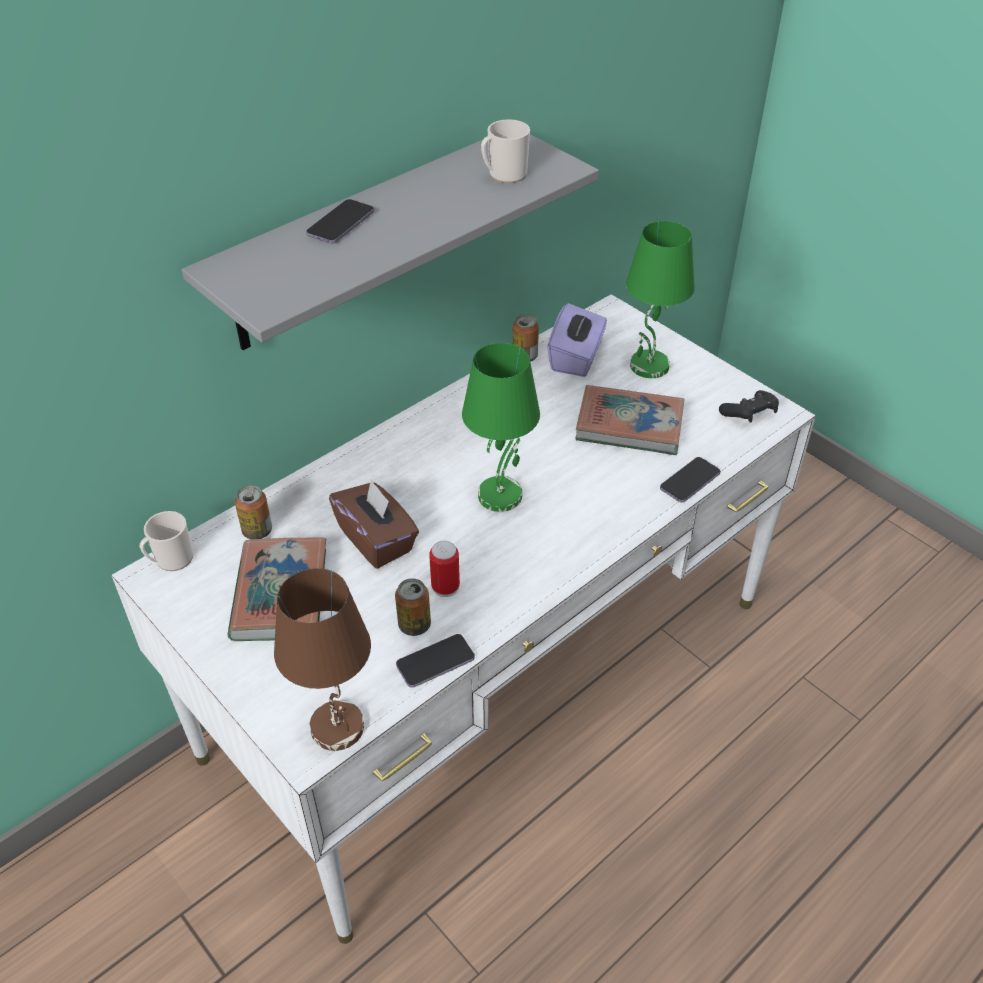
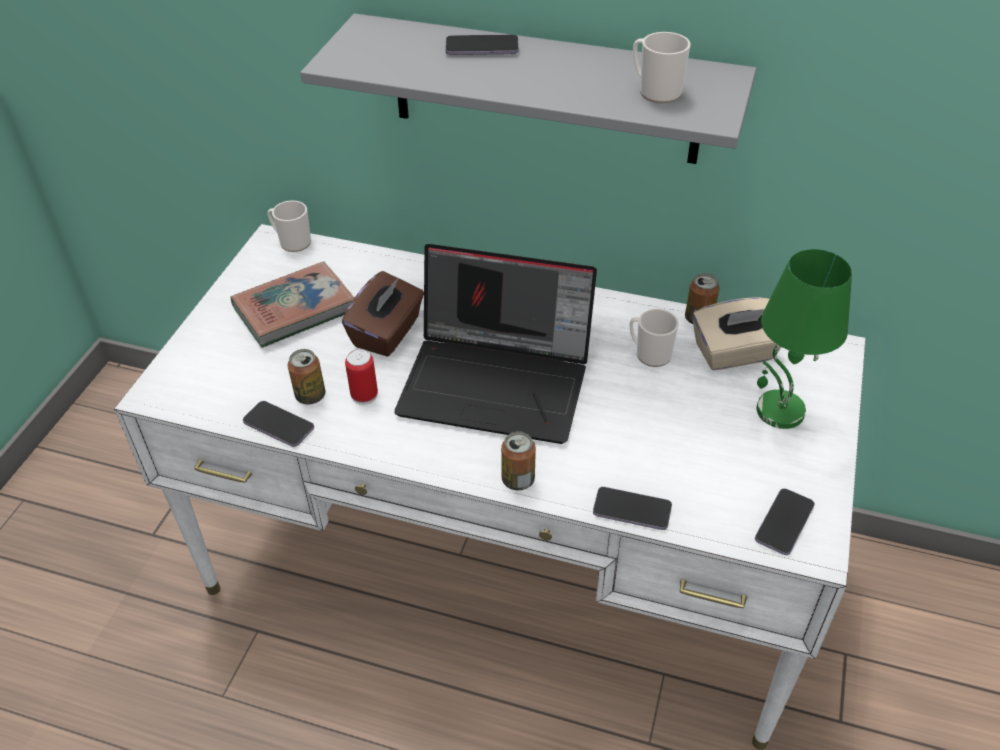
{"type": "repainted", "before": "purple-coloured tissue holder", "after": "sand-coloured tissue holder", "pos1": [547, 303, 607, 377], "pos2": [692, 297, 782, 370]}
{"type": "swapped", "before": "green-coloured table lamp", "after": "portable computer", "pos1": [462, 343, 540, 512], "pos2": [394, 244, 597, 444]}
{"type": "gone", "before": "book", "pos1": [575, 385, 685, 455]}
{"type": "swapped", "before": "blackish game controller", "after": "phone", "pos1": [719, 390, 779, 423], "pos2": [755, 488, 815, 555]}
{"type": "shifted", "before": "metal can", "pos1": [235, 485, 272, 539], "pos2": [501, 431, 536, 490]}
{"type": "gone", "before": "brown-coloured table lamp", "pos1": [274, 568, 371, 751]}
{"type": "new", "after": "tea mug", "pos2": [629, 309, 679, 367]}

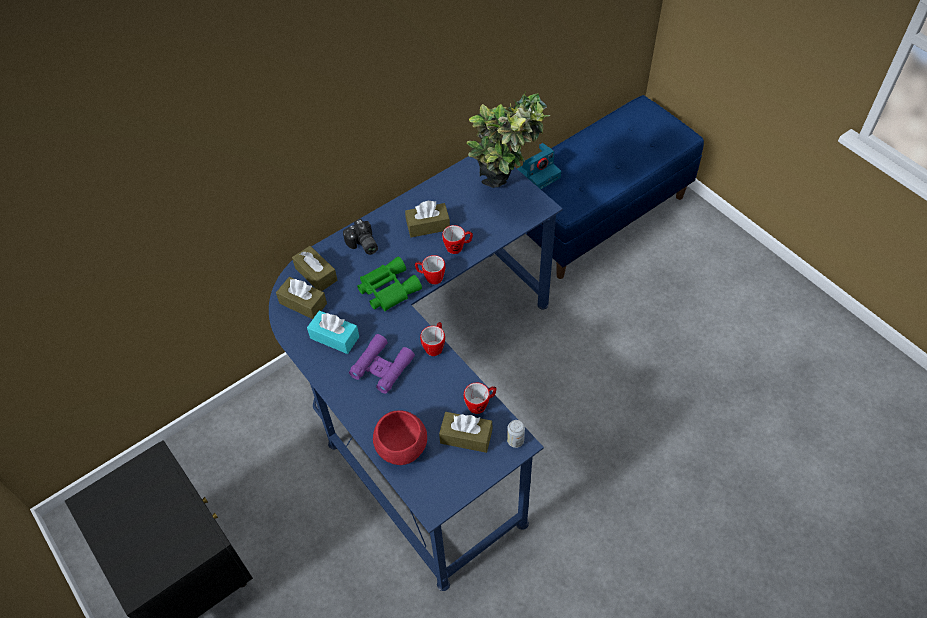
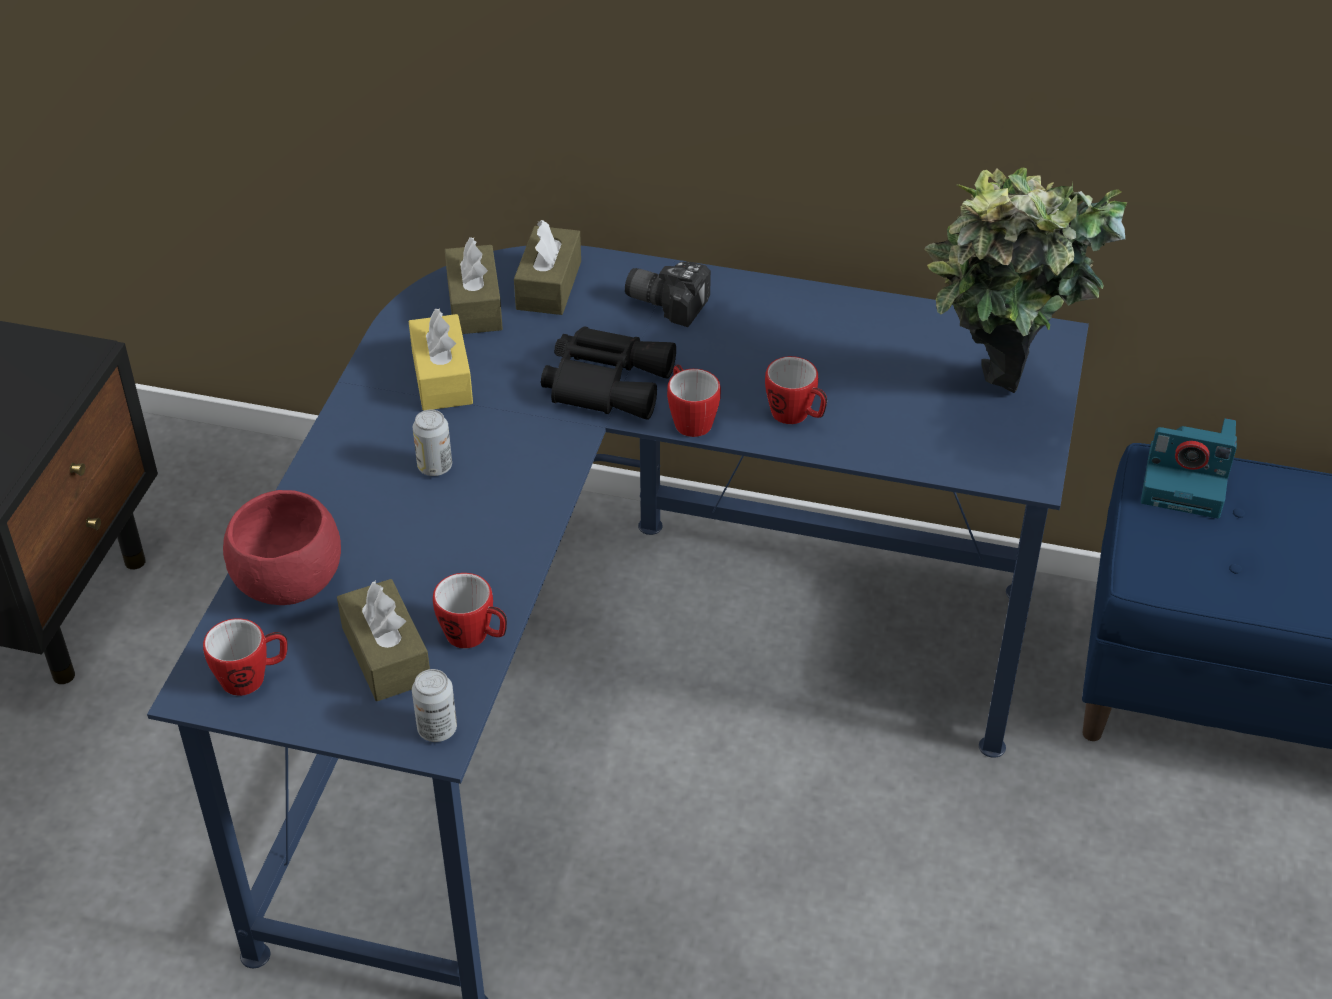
{"type": "gone", "before": "brown-coloured tissue holder", "pos1": [405, 201, 450, 237]}
{"type": "rotated", "before": "still camera", "pos1": [343, 219, 378, 255], "pos2": [625, 262, 711, 327], "turn": 90}
{"type": "repainted", "before": "green-coloured pair of binoculars", "after": "blackish pair of binoculars", "pos1": [357, 256, 422, 311], "pos2": [541, 326, 676, 420]}
{"type": "repainted", "before": "turquoise tissue holder", "after": "yellowish tissue holder", "pos1": [307, 311, 359, 354], "pos2": [408, 308, 473, 411]}
{"type": "shifted", "before": "tea mug", "pos1": [420, 322, 445, 356], "pos2": [203, 618, 288, 696]}
{"type": "swapped", "before": "purple-coloured pair of binoculars", "after": "metal can", "pos1": [349, 334, 415, 394], "pos2": [413, 409, 452, 476]}

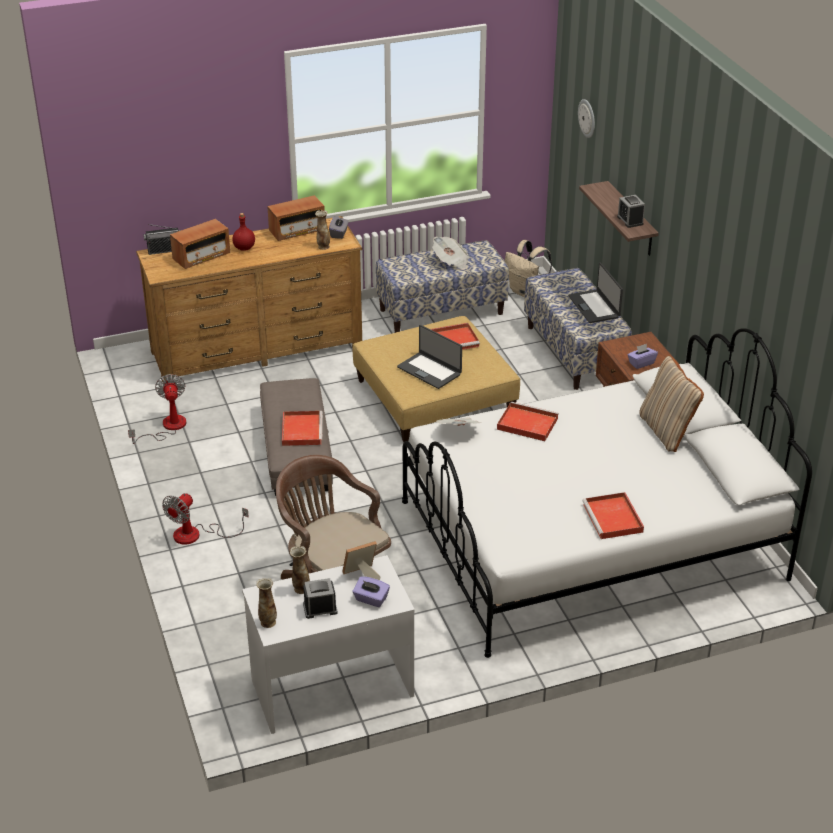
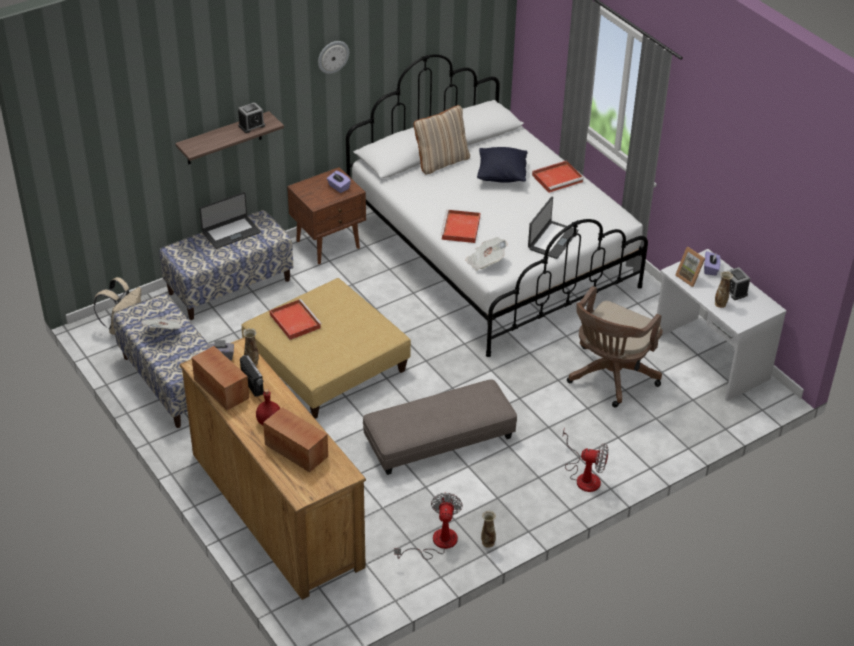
{"type": "shifted", "before": "clock on the wall", "pos1": [578, 99, 595, 138], "pos2": [318, 41, 349, 74]}
{"type": "shifted", "before": "radio set", "pos1": [143, 224, 181, 255], "pos2": [240, 355, 264, 397]}
{"type": "shifted", "before": "portable computer", "pos1": [397, 325, 462, 389], "pos2": [528, 196, 578, 259]}
{"type": "rotated", "before": "cooling fan", "pos1": [128, 374, 186, 444], "pos2": [394, 493, 463, 560], "turn": 120}
{"type": "gone", "before": "red tray", "pos1": [282, 411, 323, 446]}
{"type": "shifted", "before": "vase", "pos1": [256, 578, 277, 628], "pos2": [481, 510, 496, 548]}
{"type": "new", "after": "blackish pillow", "pos2": [477, 147, 527, 183]}

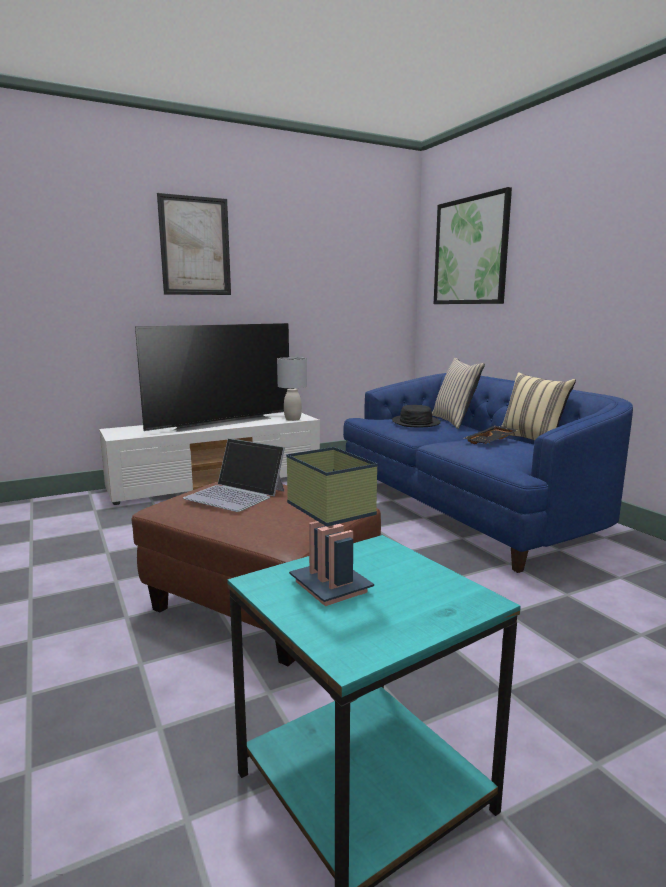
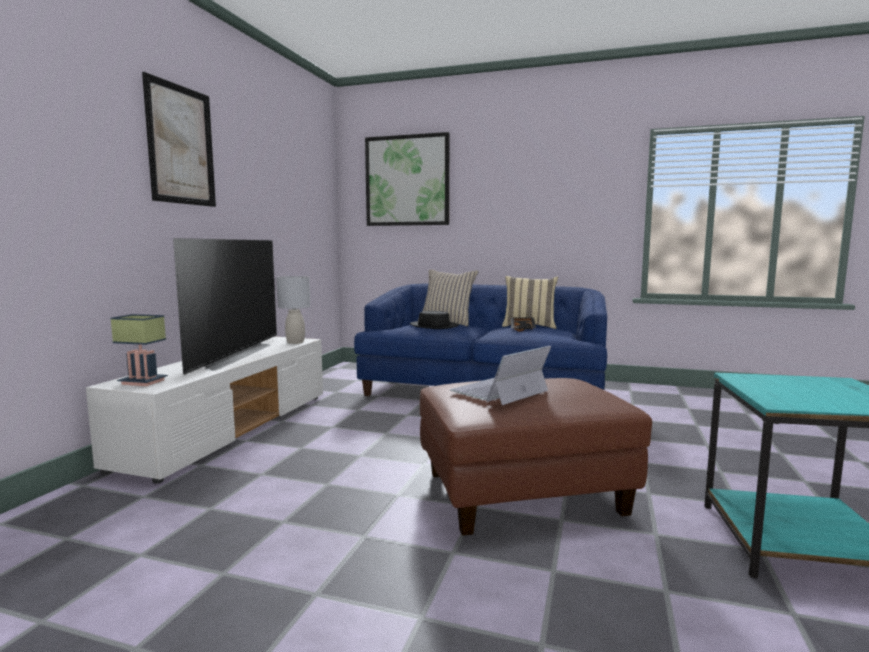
{"type": "rotated", "before": "portable computer", "pos1": [183, 438, 285, 512], "pos2": [450, 346, 551, 405], "turn": 150}
{"type": "shifted", "before": "table lamp", "pos1": [286, 447, 378, 606], "pos2": [110, 314, 168, 386]}

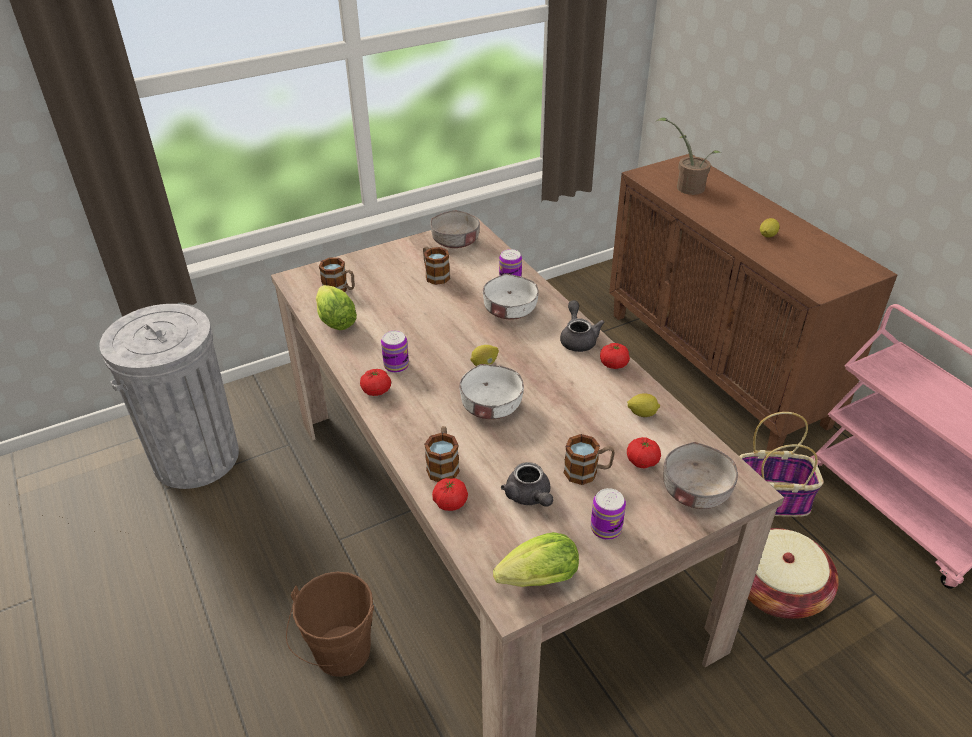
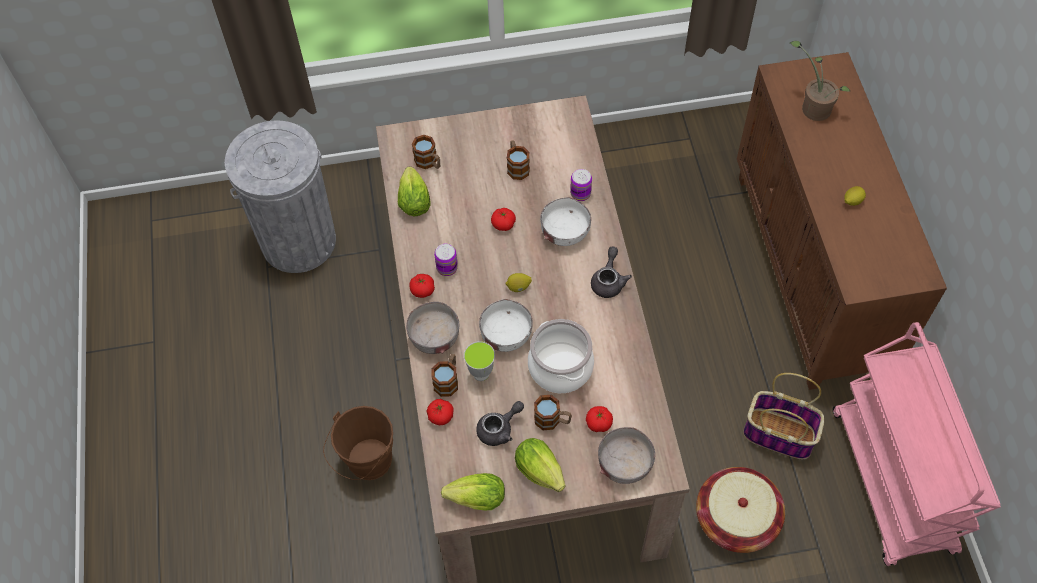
{"type": "shifted", "before": "grey bowl", "pos1": [430, 210, 480, 248], "pos2": [406, 302, 459, 354]}
{"type": "shifted", "before": "fresh tomato", "pos1": [600, 343, 630, 369], "pos2": [491, 208, 516, 231]}
{"type": "gone", "before": "lemon", "pos1": [627, 393, 660, 417]}
{"type": "rotated", "before": "grey pot for tea", "pos1": [501, 462, 553, 507], "pos2": [476, 401, 524, 446], "turn": -120}
{"type": "swapped", "before": "metal can", "after": "lettuce", "pos1": [591, 488, 626, 540], "pos2": [515, 438, 565, 492]}
{"type": "new", "after": "cooking pot", "pos2": [528, 319, 594, 393]}
{"type": "new", "after": "small cup", "pos2": [464, 341, 495, 381]}

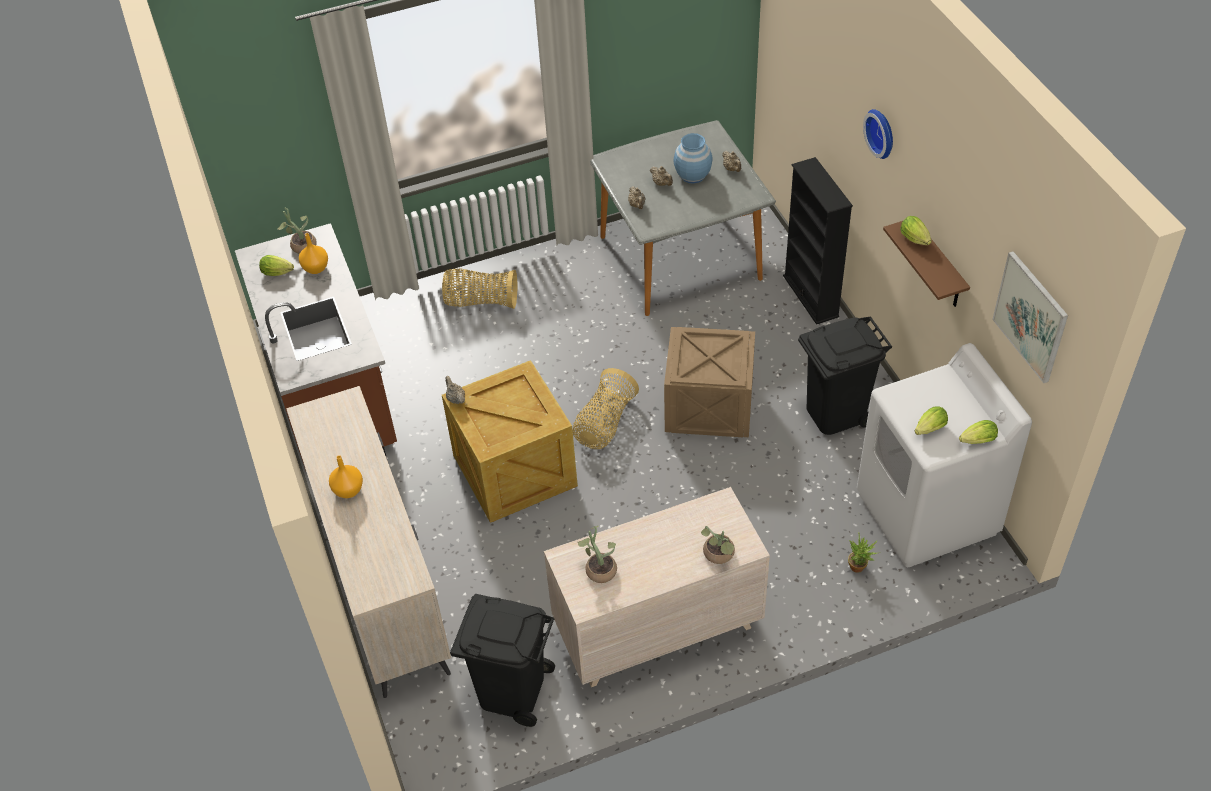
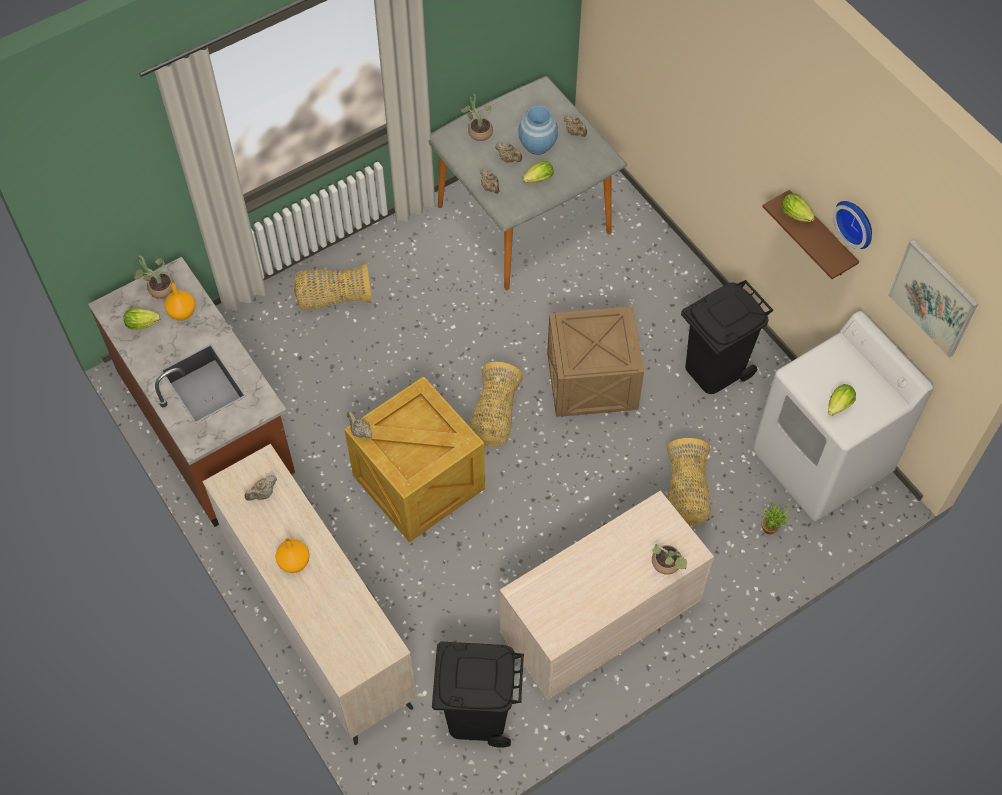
{"type": "shifted", "before": "clock on the wall", "pos1": [863, 109, 893, 159], "pos2": [833, 201, 872, 249]}
{"type": "gone", "before": "blackish bookshelf", "pos1": [783, 157, 853, 325]}
{"type": "shifted", "before": "lettuce", "pos1": [959, 420, 998, 444], "pos2": [522, 161, 554, 183]}
{"type": "shifted", "before": "plant in a pot", "pos1": [578, 526, 617, 583], "pos2": [461, 94, 493, 141]}
{"type": "new", "after": "basket", "pos2": [667, 438, 711, 526]}
{"type": "new", "after": "sand-coloured pot for tea", "pos2": [245, 475, 277, 501]}

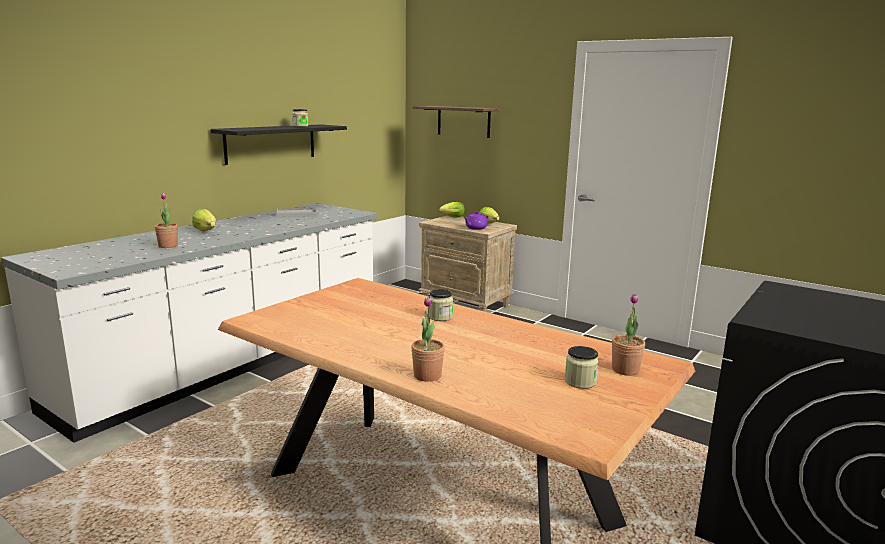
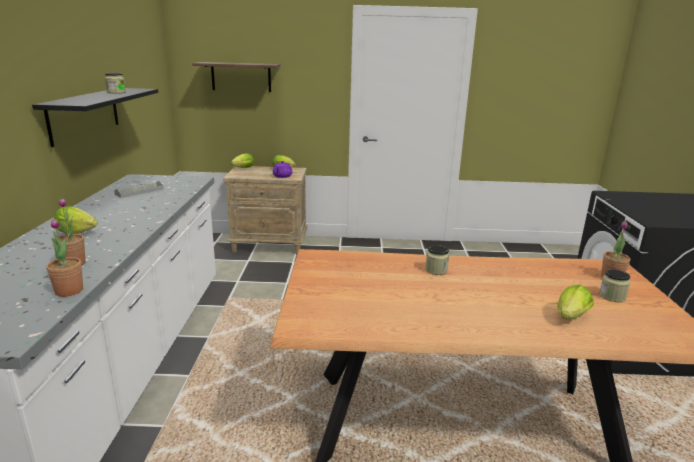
{"type": "shifted", "before": "plant in a pot", "pos1": [411, 296, 445, 382], "pos2": [46, 219, 83, 297]}
{"type": "new", "after": "lettuce", "pos2": [557, 285, 594, 320]}

